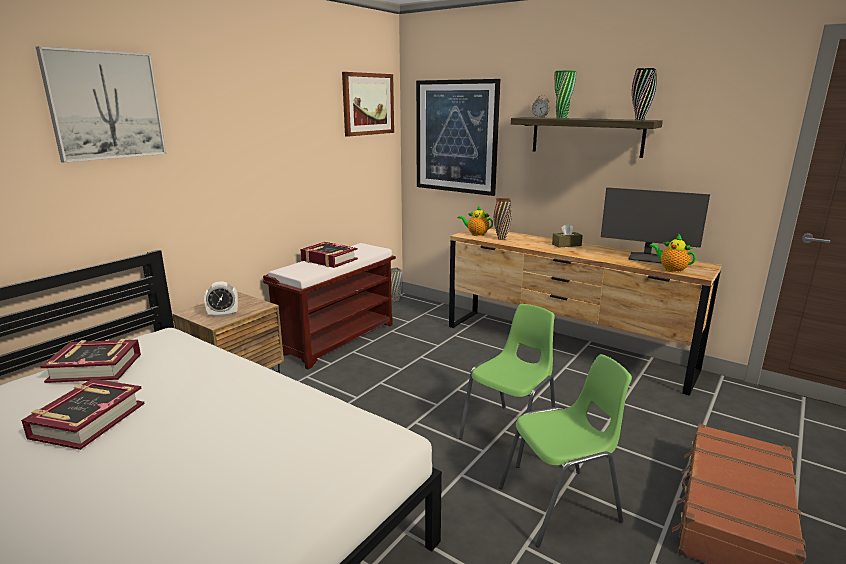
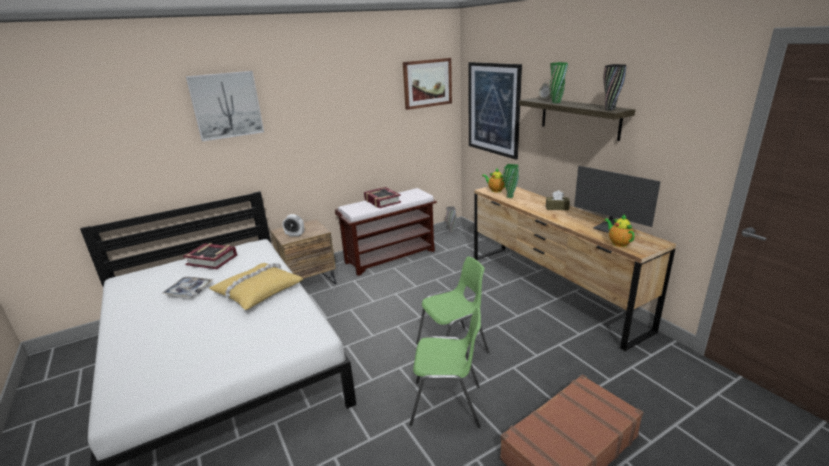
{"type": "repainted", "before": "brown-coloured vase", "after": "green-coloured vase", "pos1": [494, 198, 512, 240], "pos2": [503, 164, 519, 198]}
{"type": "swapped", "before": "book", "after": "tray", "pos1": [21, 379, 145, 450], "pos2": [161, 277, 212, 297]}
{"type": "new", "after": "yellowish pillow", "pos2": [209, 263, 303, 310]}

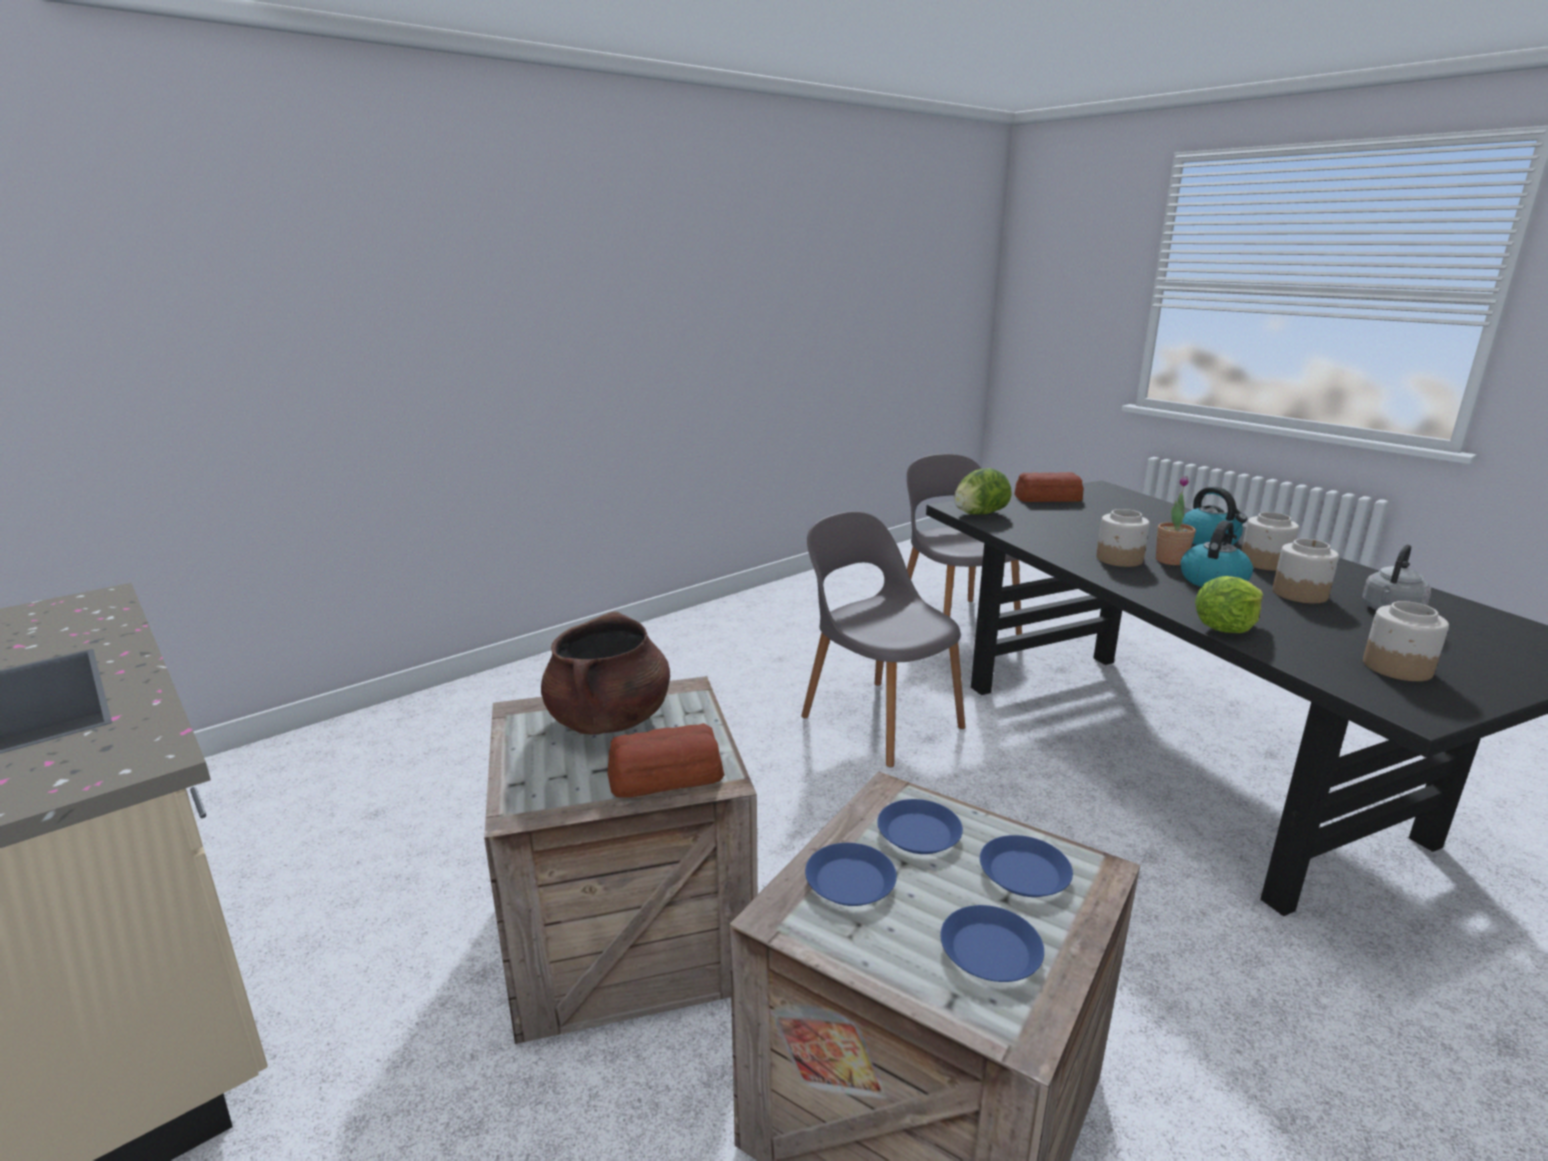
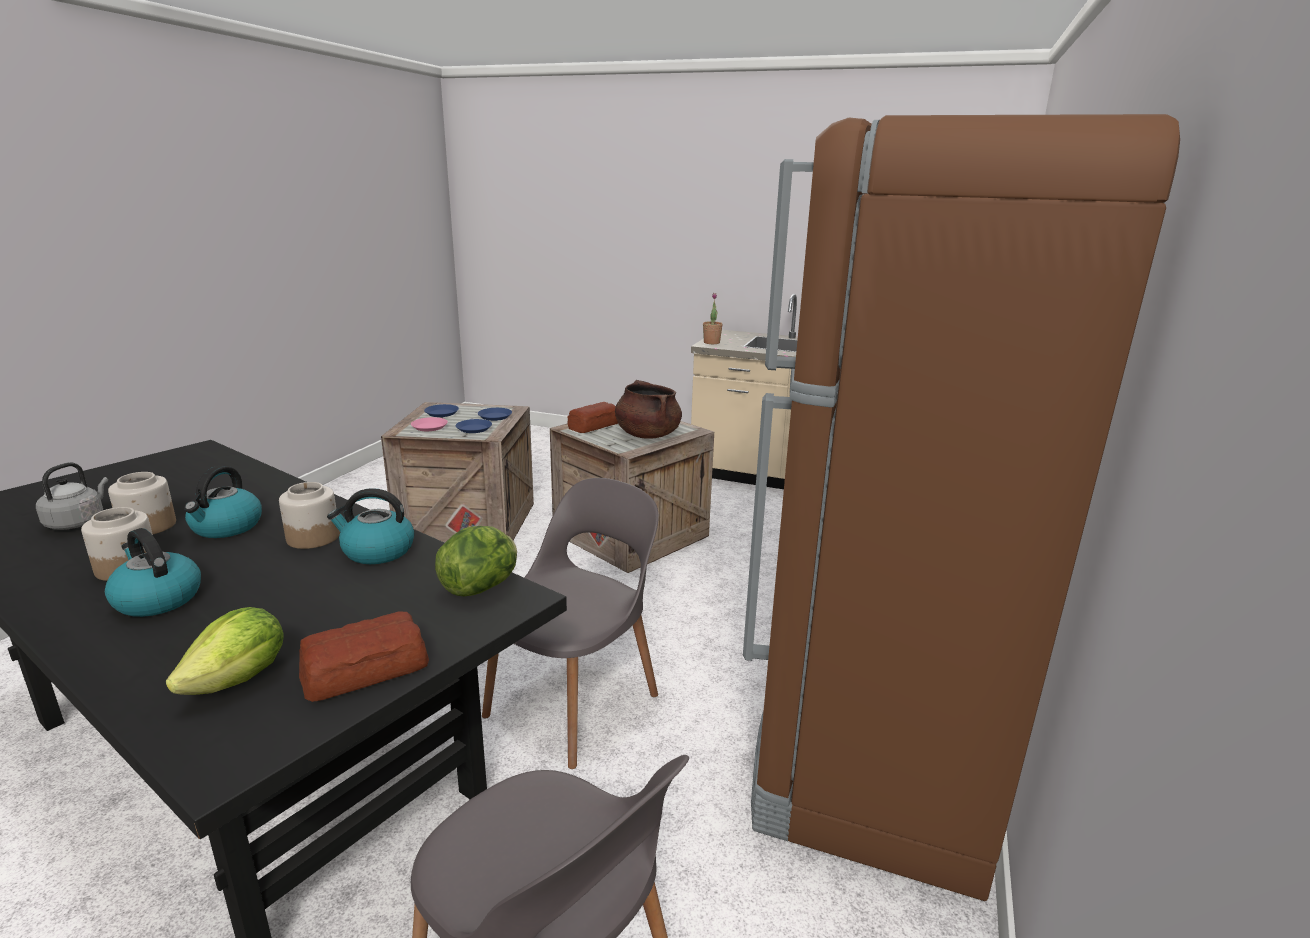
{"type": "shifted", "before": "plant in a pot", "pos1": [1156, 476, 1196, 565], "pos2": [703, 293, 722, 344]}
{"type": "rotated", "before": "grey plain chair", "pos1": [801, 511, 965, 767], "pos2": [482, 478, 659, 769], "turn": -75}
{"type": "shifted", "before": "lettuce", "pos1": [1195, 576, 1263, 633], "pos2": [166, 607, 283, 695]}
{"type": "gone", "before": "jar", "pos1": [1363, 601, 1449, 681]}
{"type": "repainted", "before": "blue flat dish", "after": "pink flat dish", "pos1": [980, 835, 1073, 897], "pos2": [411, 417, 448, 431]}
{"type": "new", "after": "brown-coloured kitchen fridge", "pos2": [743, 114, 1180, 901]}
{"type": "new", "after": "water kettle", "pos2": [327, 488, 414, 564]}

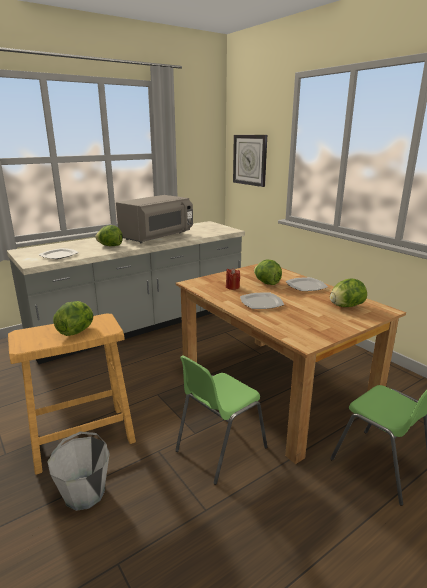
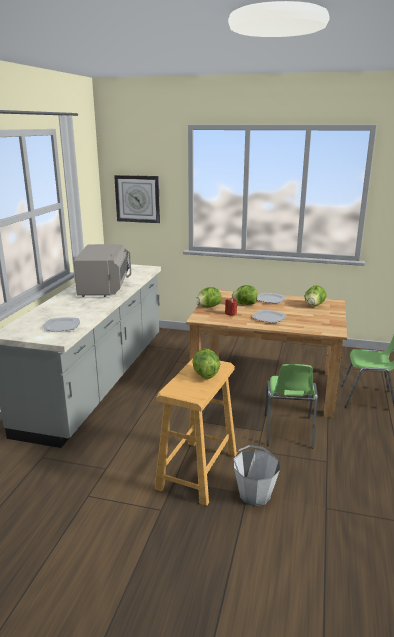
{"type": "shifted", "before": "lettuce", "pos1": [95, 225, 123, 246], "pos2": [196, 287, 222, 307]}

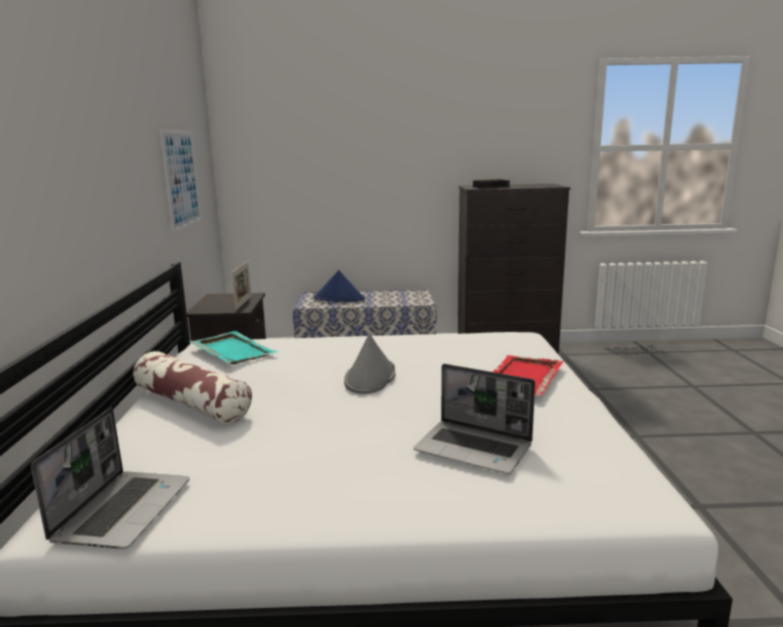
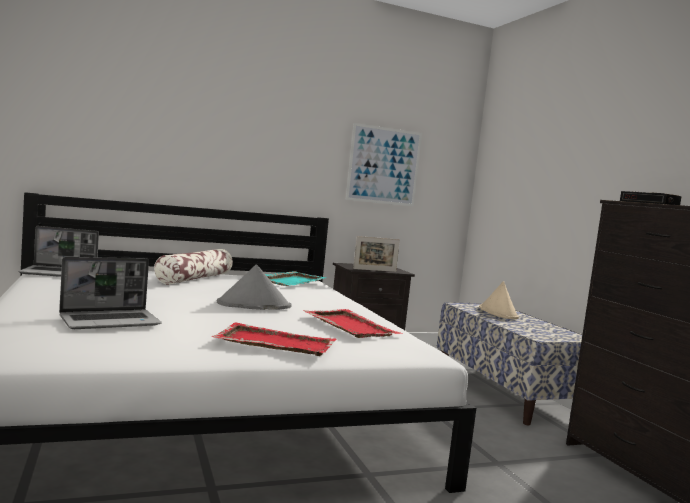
{"type": "repainted", "before": "blue wearable hat", "after": "sand-coloured wearable hat", "pos1": [313, 270, 365, 302], "pos2": [479, 281, 519, 319]}
{"type": "rotated", "before": "portable computer", "pos1": [413, 364, 535, 474], "pos2": [59, 257, 161, 329], "turn": -135}
{"type": "new", "after": "red tray", "pos2": [303, 309, 403, 338]}

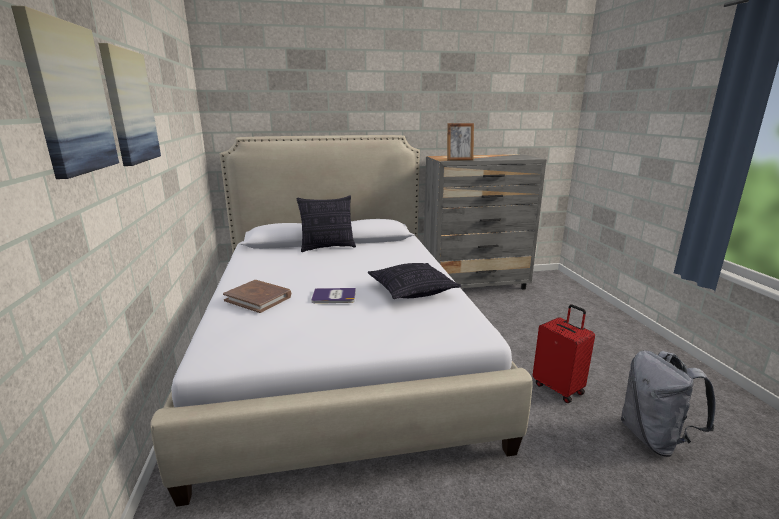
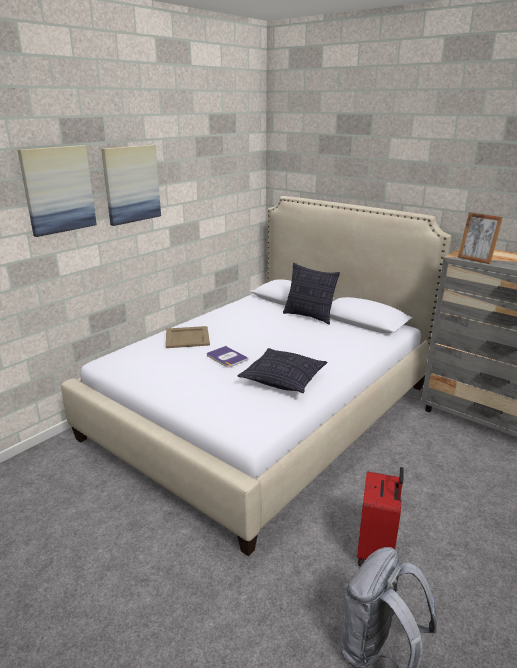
{"type": "swapped", "before": "brown-coloured book", "after": "sand-coloured tray", "pos1": [223, 280, 291, 313], "pos2": [166, 326, 210, 348]}

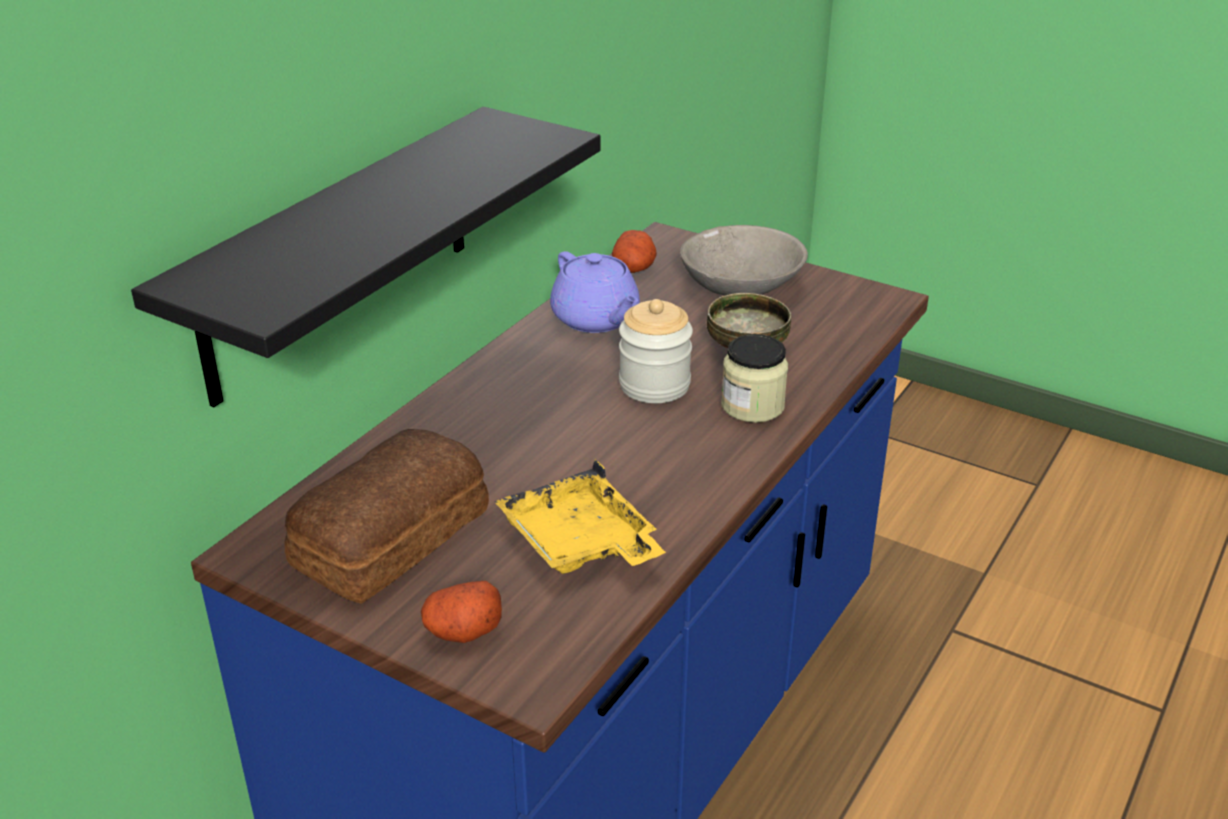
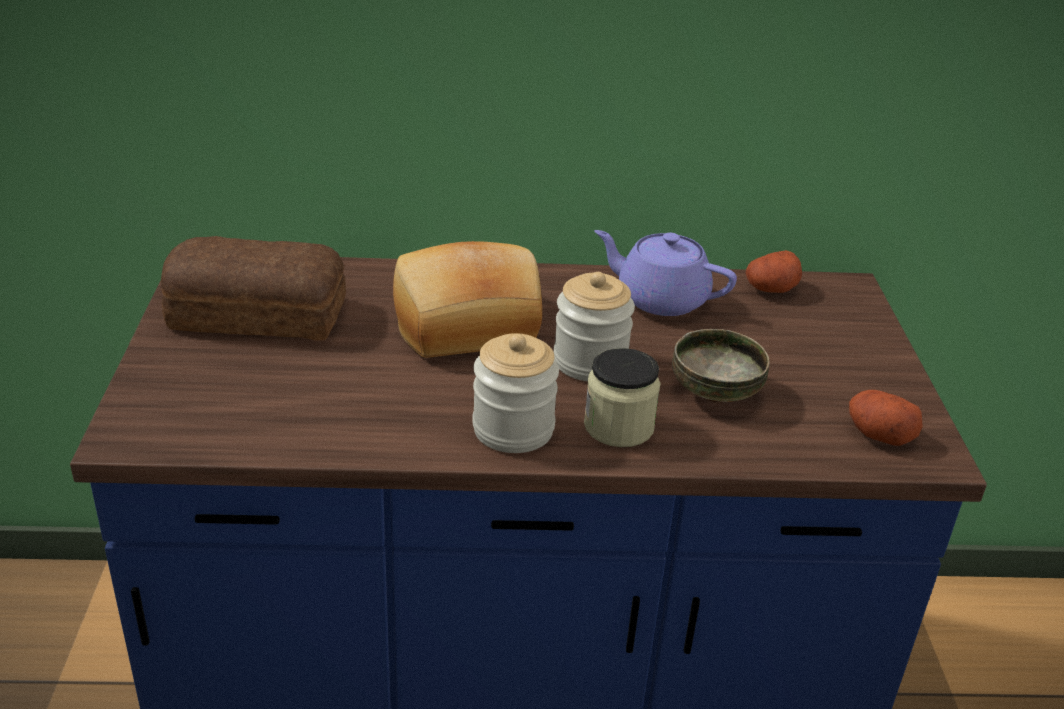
{"type": "gone", "before": "blackish bracket shelf", "pos1": [131, 107, 601, 407]}
{"type": "gone", "before": "grey bowl", "pos1": [680, 225, 808, 295]}
{"type": "rotated", "before": "purple-coloured pot for tea", "pos1": [550, 251, 640, 333], "pos2": [594, 230, 737, 316], "turn": 90}
{"type": "gone", "before": "yellowish tray", "pos1": [494, 459, 666, 574]}
{"type": "shifted", "before": "potato", "pos1": [421, 581, 502, 643], "pos2": [849, 390, 923, 446]}
{"type": "new", "after": "bread", "pos2": [393, 241, 542, 358]}
{"type": "new", "after": "jar", "pos2": [472, 333, 559, 453]}

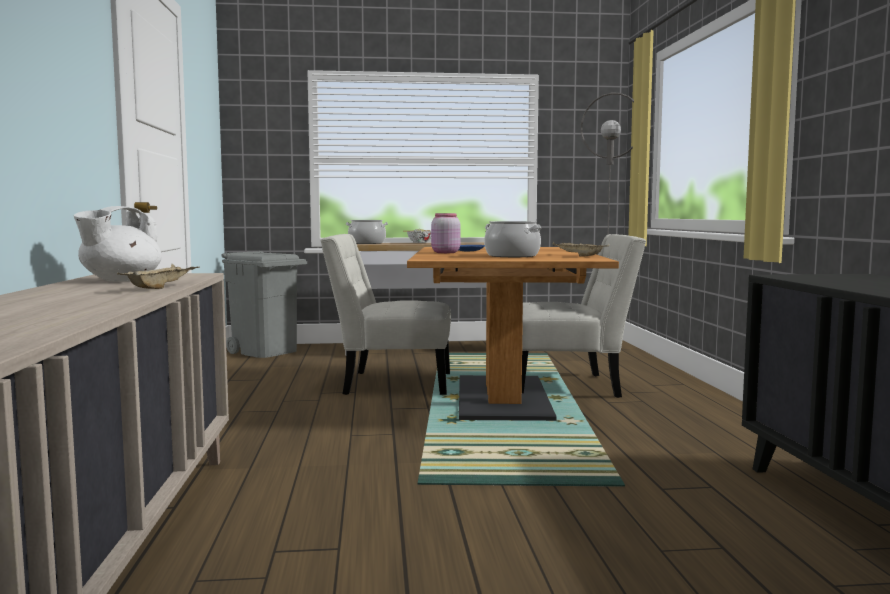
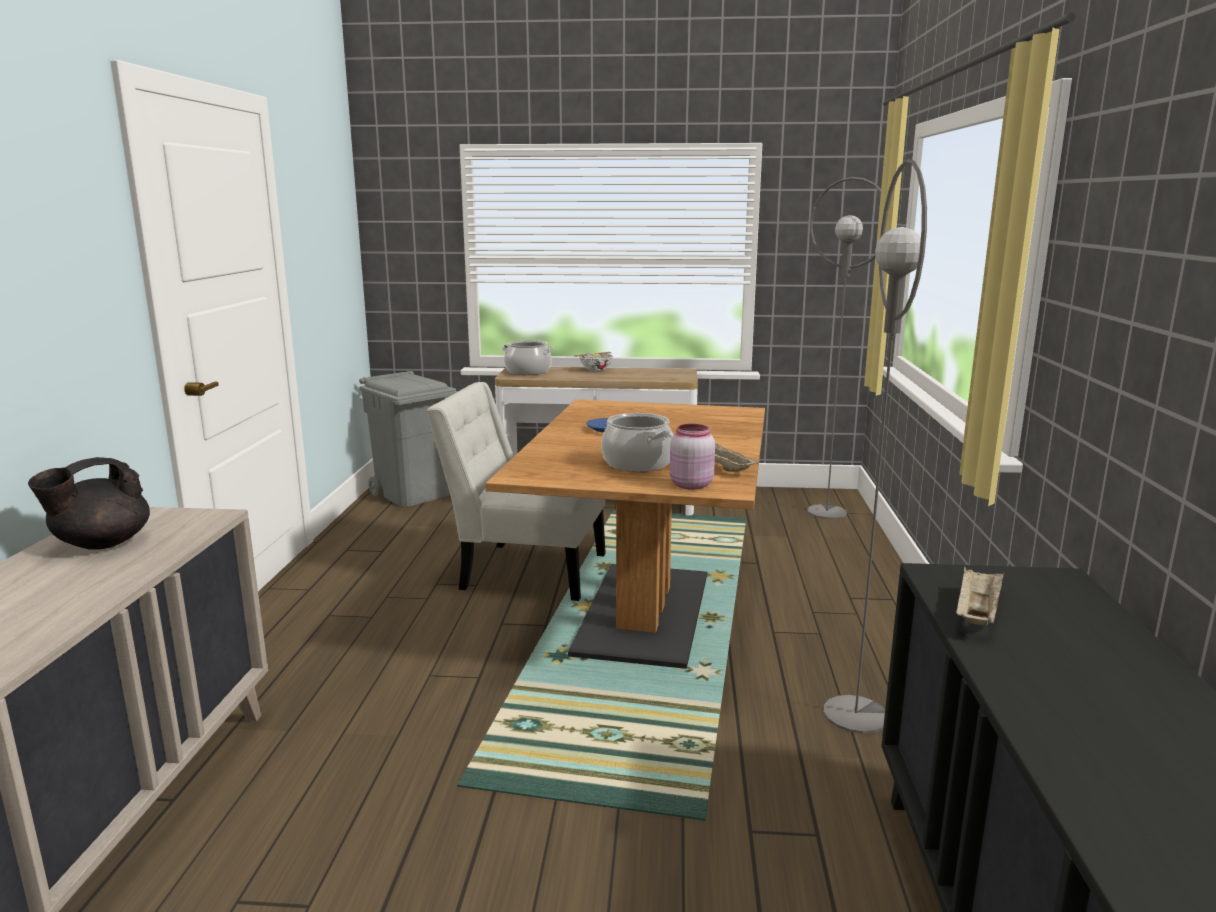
{"type": "repainted", "before": "white-coloured pot for tea", "after": "blackish pot for tea", "pos1": [74, 206, 162, 281], "pos2": [28, 457, 150, 550]}
{"type": "shifted", "before": "pink jar", "pos1": [431, 213, 461, 253], "pos2": [670, 424, 715, 490]}
{"type": "gone", "before": "white-coloured plain chair", "pos1": [522, 234, 646, 398]}
{"type": "shifted", "before": "sand-coloured tray", "pos1": [117, 264, 200, 289], "pos2": [956, 567, 1004, 626]}
{"type": "new", "after": "grey standing lamp", "pos2": [824, 159, 927, 734]}

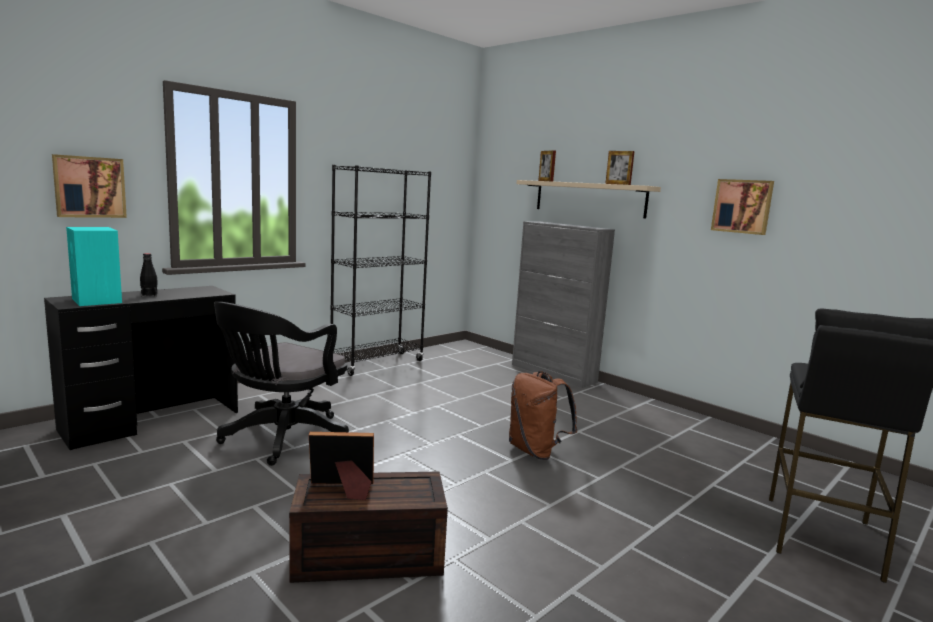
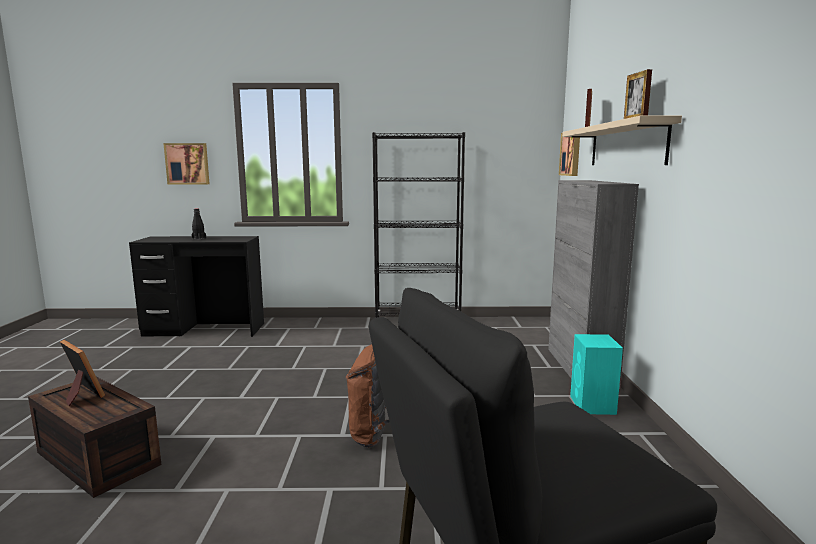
{"type": "shifted", "before": "picture", "pos1": [711, 179, 774, 235], "pos2": [559, 133, 580, 176]}
{"type": "shifted", "before": "turquoise audio speaker", "pos1": [66, 227, 122, 306], "pos2": [570, 334, 623, 415]}
{"type": "gone", "before": "blackish desk chair", "pos1": [214, 302, 349, 466]}

